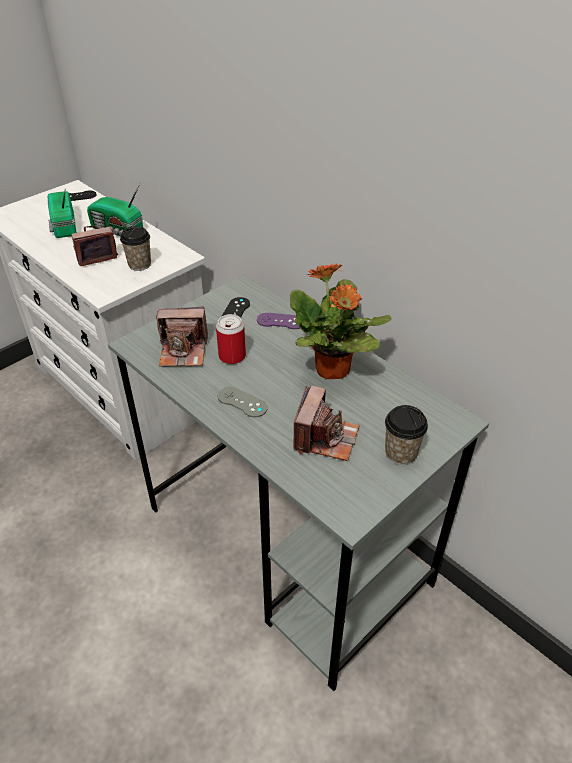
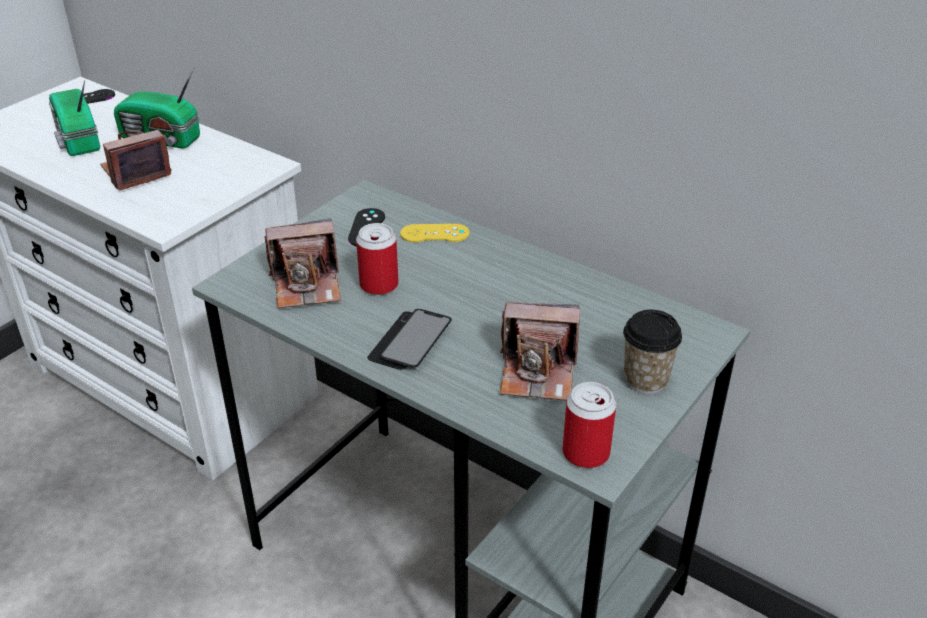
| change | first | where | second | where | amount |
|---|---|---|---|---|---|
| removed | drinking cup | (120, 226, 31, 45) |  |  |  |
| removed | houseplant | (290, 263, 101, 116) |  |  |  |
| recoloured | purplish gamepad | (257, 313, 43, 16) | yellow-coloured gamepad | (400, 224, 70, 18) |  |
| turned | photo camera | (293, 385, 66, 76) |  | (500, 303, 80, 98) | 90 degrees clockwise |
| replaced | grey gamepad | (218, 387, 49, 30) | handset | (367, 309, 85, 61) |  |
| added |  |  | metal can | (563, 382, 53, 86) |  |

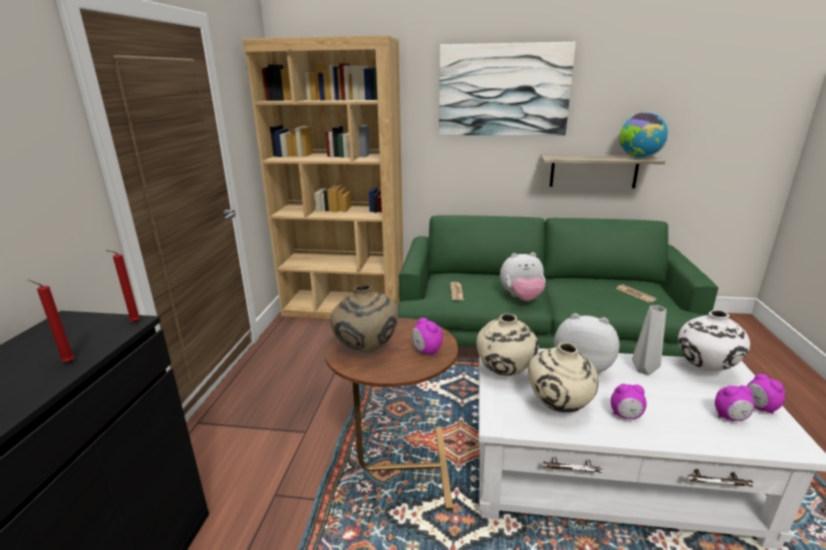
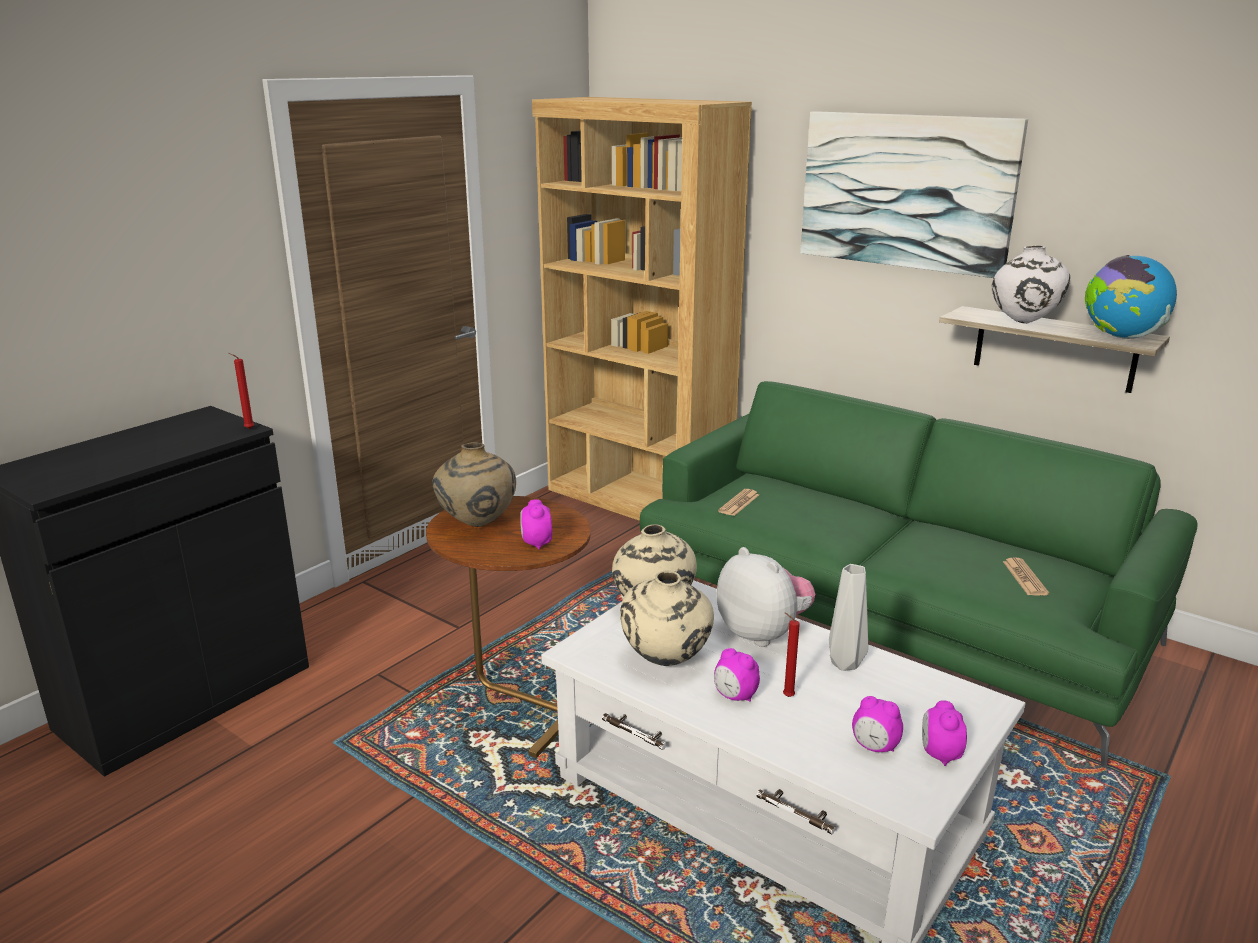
| change | first | where | second | where | amount |
|---|---|---|---|---|---|
| removed | plush toy | (500, 252, 46, 49) |  |  |  |
| moved | reddish candle | (28, 280, 47, 83) |  | (783, 613, 17, 84) |  |
| moved | white-coloured flower vase | (678, 310, 72, 62) |  | (992, 245, 78, 79) |  |

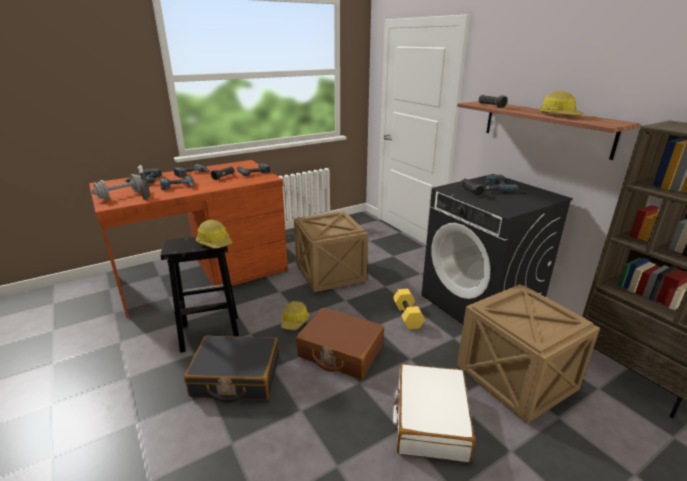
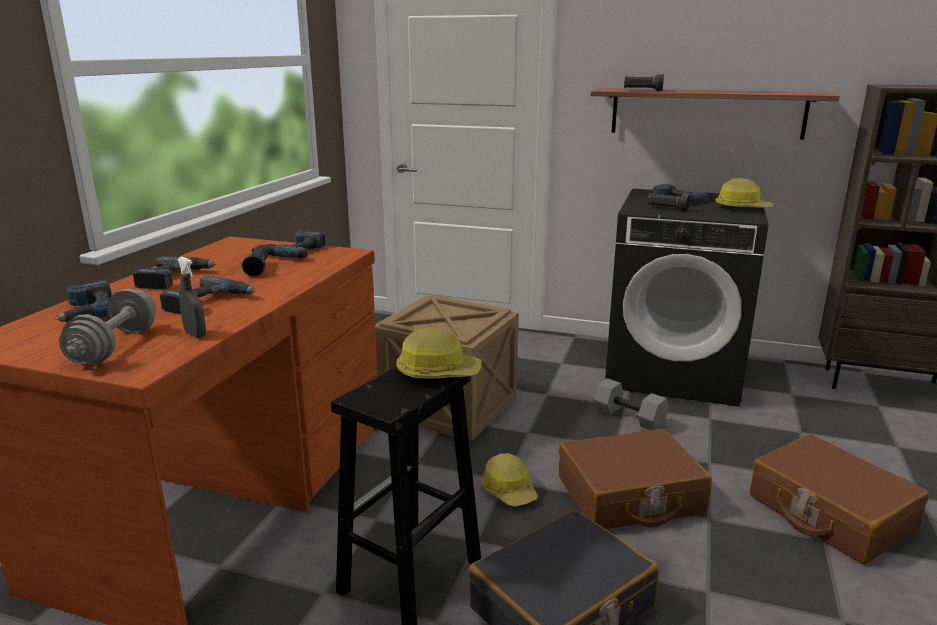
| change | first | where | second | where | amount |
|---|---|---|---|---|---|
| moved | hard hat | (540, 91, 44, 24) |  | (715, 178, 58, 30) |  |
| removed | packing crate | (457, 284, 143, 140) |  |  |  |
| recoloured | yellow-coloured free weight | (393, 289, 32, 41) | grey free weight | (593, 378, 76, 52) |  |
| recoloured | white-coloured piece of luggage | (393, 364, 82, 99) | brown-coloured piece of luggage | (750, 434, 179, 131) |  |

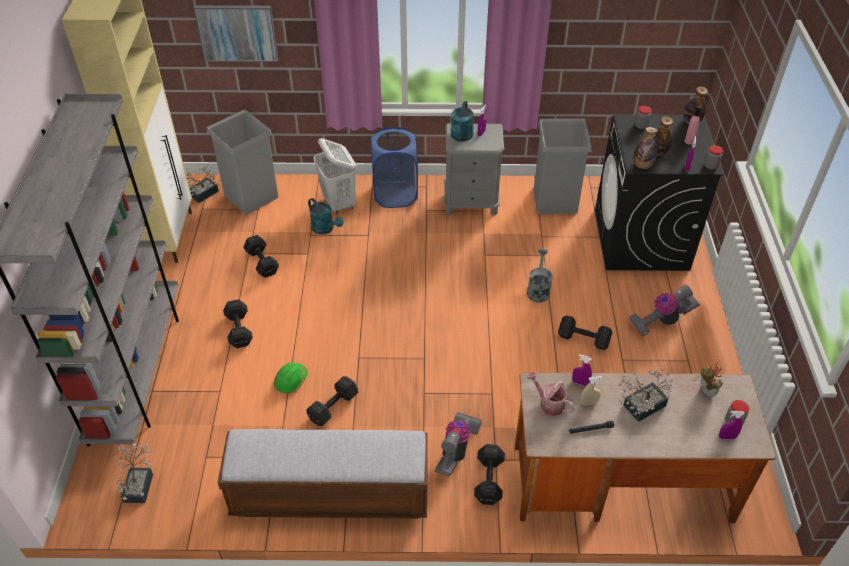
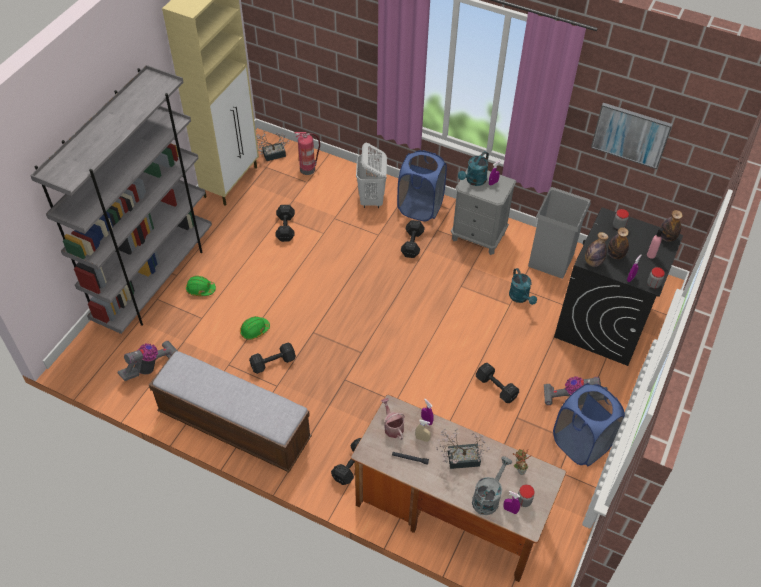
| change | first | where | second | where | amount |
|---|---|---|---|---|---|
| moved | wall art | (194, 5, 84, 57) |  | (591, 103, 82, 66) |  |
| replaced | grey waste bin | (207, 110, 72, 105) | fire-fighting cylinder | (294, 132, 26, 43) |  |
| moved | turquoise-coloured sprinkling can | (308, 198, 36, 36) |  | (509, 268, 28, 37) |  |
| moved | grey sprinkling can | (527, 249, 26, 54) |  | (472, 456, 40, 59) |  |
| moved | black-coloured free weight | (223, 300, 30, 48) |  | (401, 220, 24, 38) |  |
| moved | vacuum | (435, 412, 47, 65) |  | (117, 340, 61, 41) |  |
| removed | houseplant | (114, 443, 39, 60) |  |  |  |
| added |  |  | green hard hat | (186, 276, 30, 20) |  |
| added |  |  | blue-coloured laundry basket | (553, 383, 72, 83) |  |

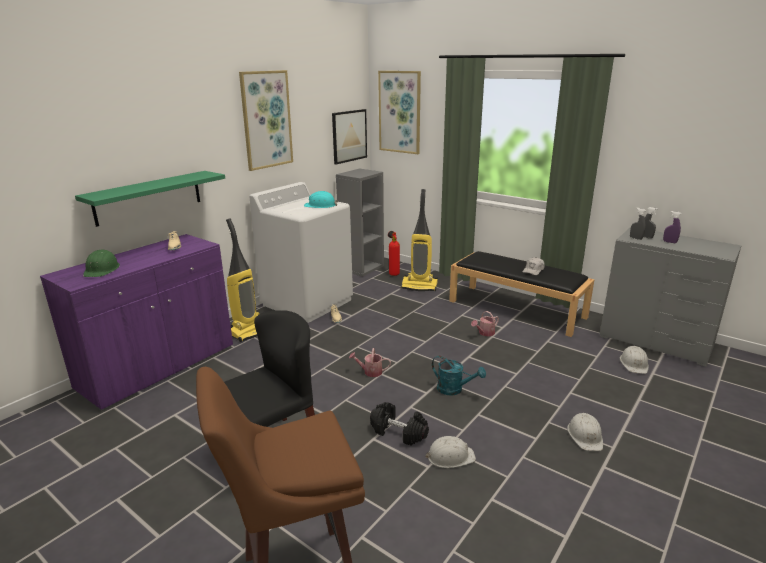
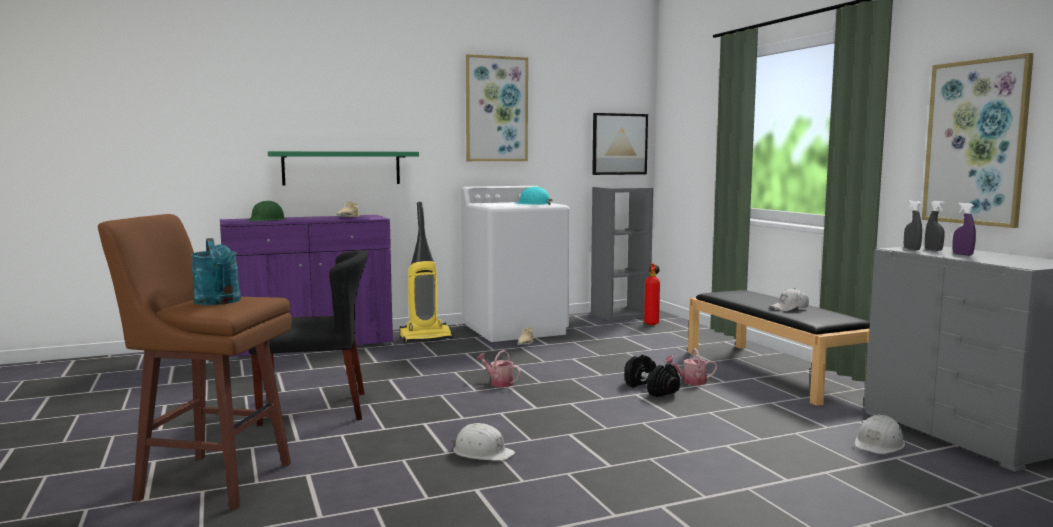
| change | first | where | second | where | amount |
|---|---|---|---|---|---|
| moved | wall art | (378, 71, 43, 83) |  | (922, 53, 112, 175) |  |
| removed | vacuum | (401, 189, 37, 102) |  |  |  |
| moved | turquoise-coloured sprinkling can | (432, 356, 54, 40) |  | (191, 238, 50, 67) |  |
| moved | black-coloured free weight | (370, 402, 59, 44) |  | (624, 355, 56, 42) |  |
| removed | white-coloured hard hat | (567, 413, 36, 38) |  |  |  |

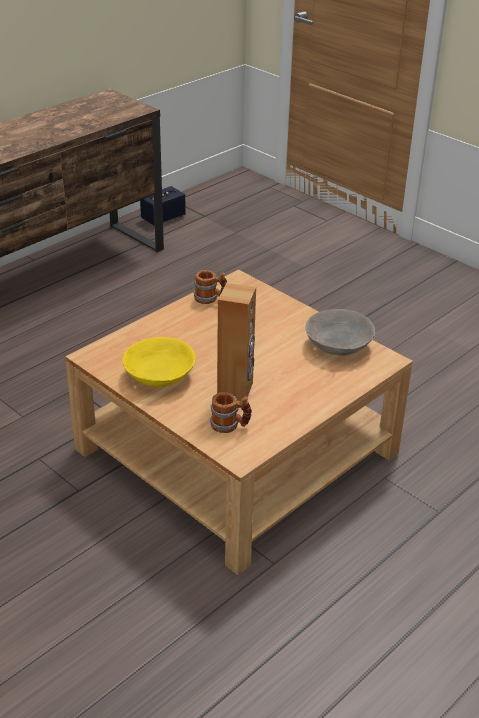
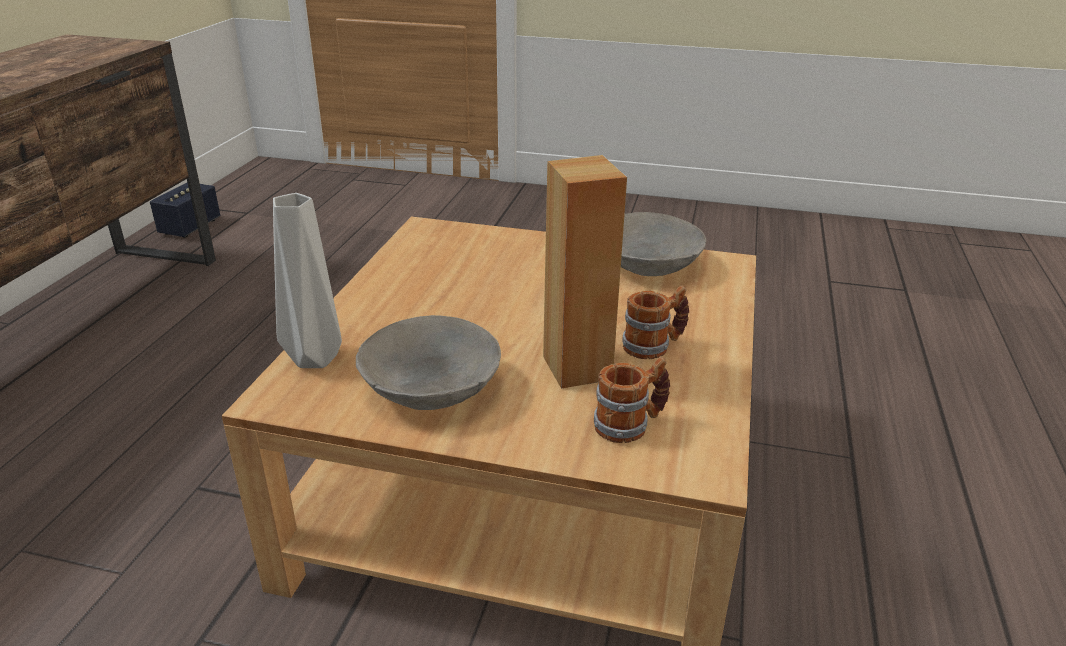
| change | first | where | second | where | amount |
|---|---|---|---|---|---|
| moved | tea mug | (194, 270, 33, 34) |  | (622, 285, 67, 74) |  |
| recoloured | yellow-coloured serving bowl | (122, 337, 74, 50) | grey serving bowl | (356, 315, 145, 95) |  |
| added |  |  | grey flower vase | (273, 193, 69, 175) |  |

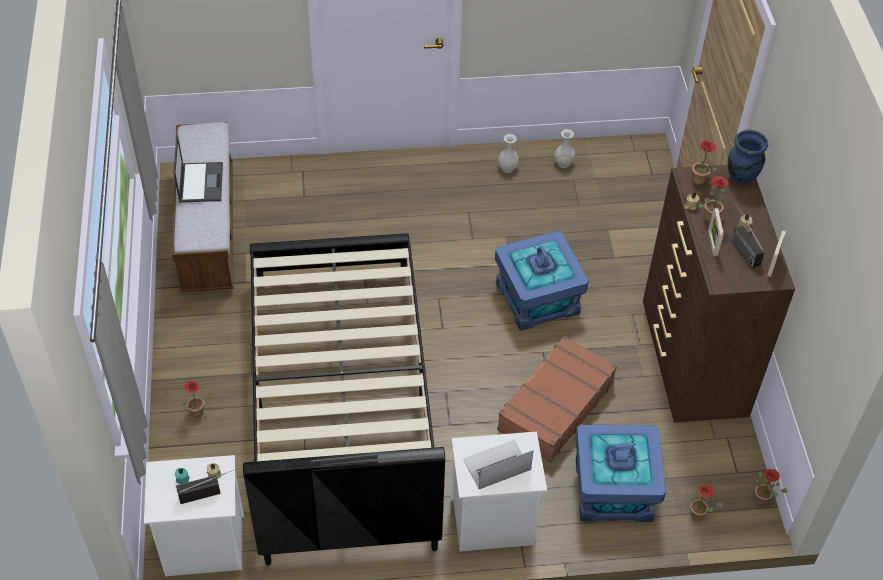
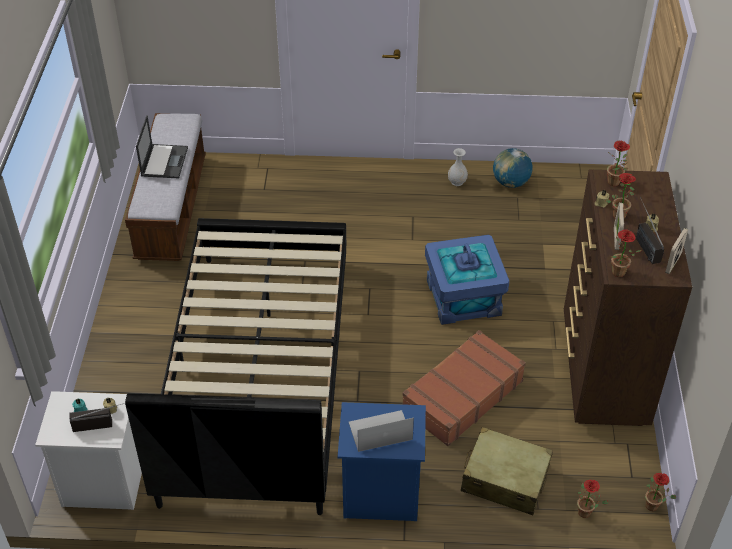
| change | first | where | second | where | amount |
|---|---|---|---|---|---|
| replaced | white-coloured flower vase | (554, 129, 21, 39) | globe | (493, 148, 39, 40) |  |
| removed | blue-coloured flower vase | (728, 130, 40, 55) |  |  |  |
| moved | houseplant | (183, 381, 29, 36) |  | (611, 230, 31, 47) |  |
| replaced | blue-coloured storage bin | (576, 424, 90, 98) | sand-coloured piece of luggage | (461, 427, 92, 88) |  |
| recoloured | white-coloured nightstand | (451, 432, 96, 120) | blue-coloured nightstand | (338, 402, 88, 119) |  |

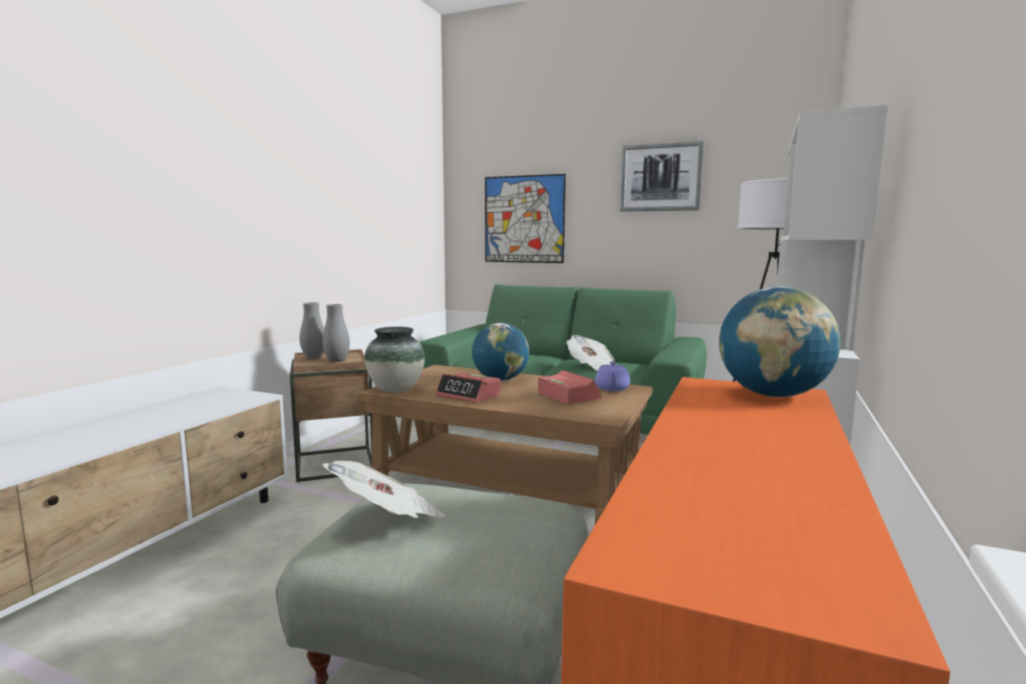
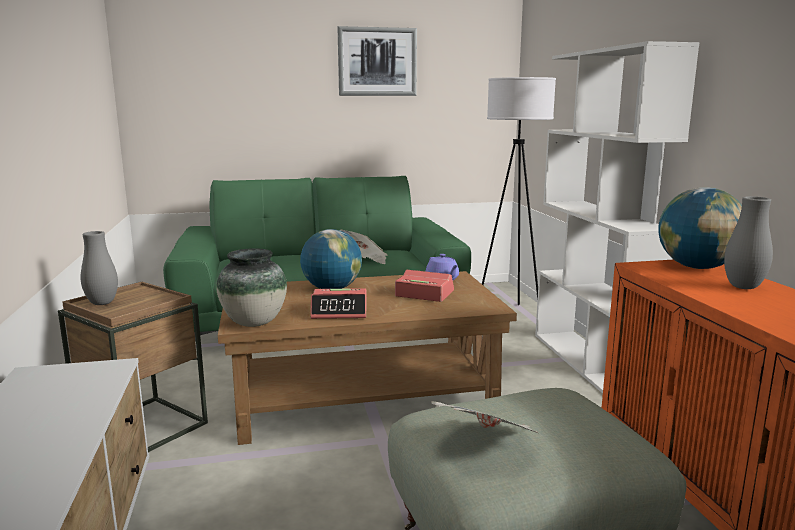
| change | first | where | second | where | amount |
|---|---|---|---|---|---|
| removed | wall art | (485, 174, 81, 89) |  |  |  |
| moved | grey flower vase | (322, 304, 28, 58) |  | (724, 196, 49, 93) |  |

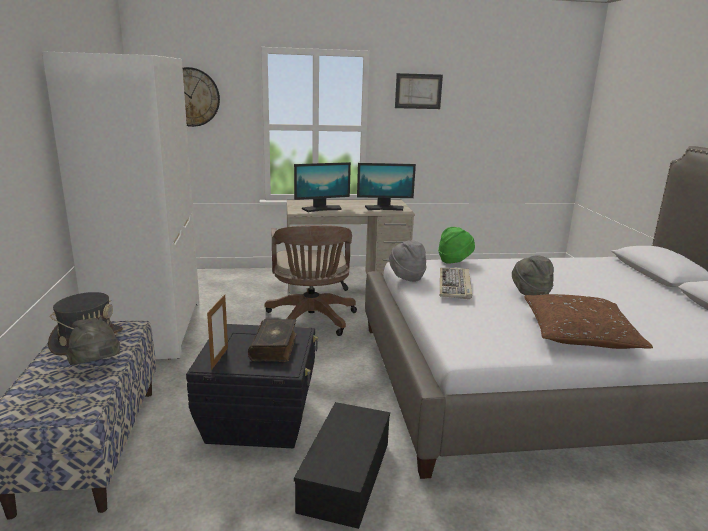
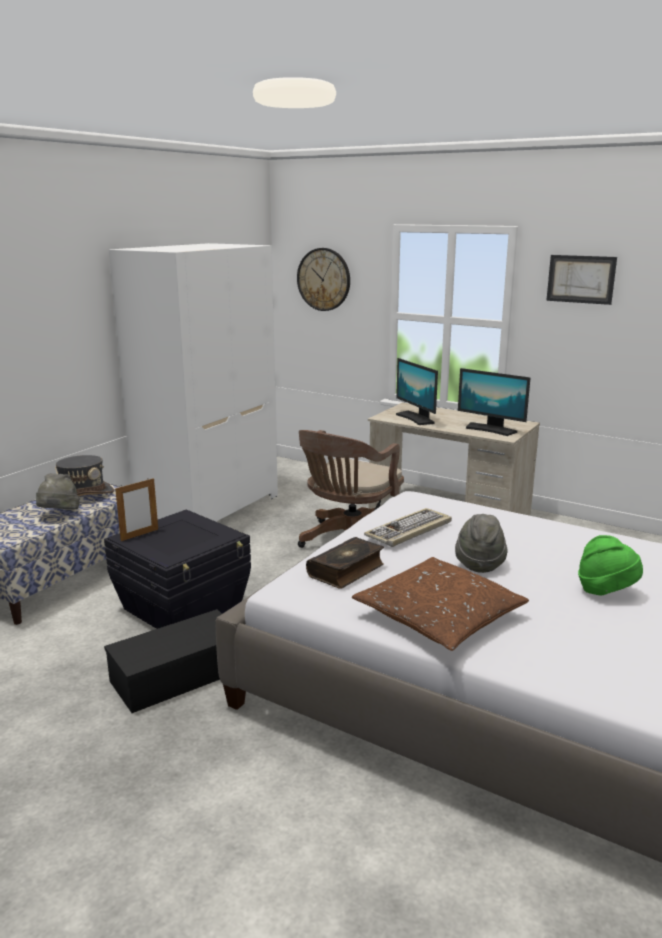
| change | first | where | second | where | amount |
|---|---|---|---|---|---|
| turned | computer screen | (294, 162, 57, 50) |  | (396, 358, 42, 67) | 45 degrees clockwise |
| moved | green wearable hat | (438, 227, 37, 37) |  | (578, 535, 65, 61) |  |
| removed | grey wearable hat | (389, 240, 37, 42) |  |  |  |
| moved | volume | (248, 319, 49, 43) |  | (306, 537, 78, 51) |  |

